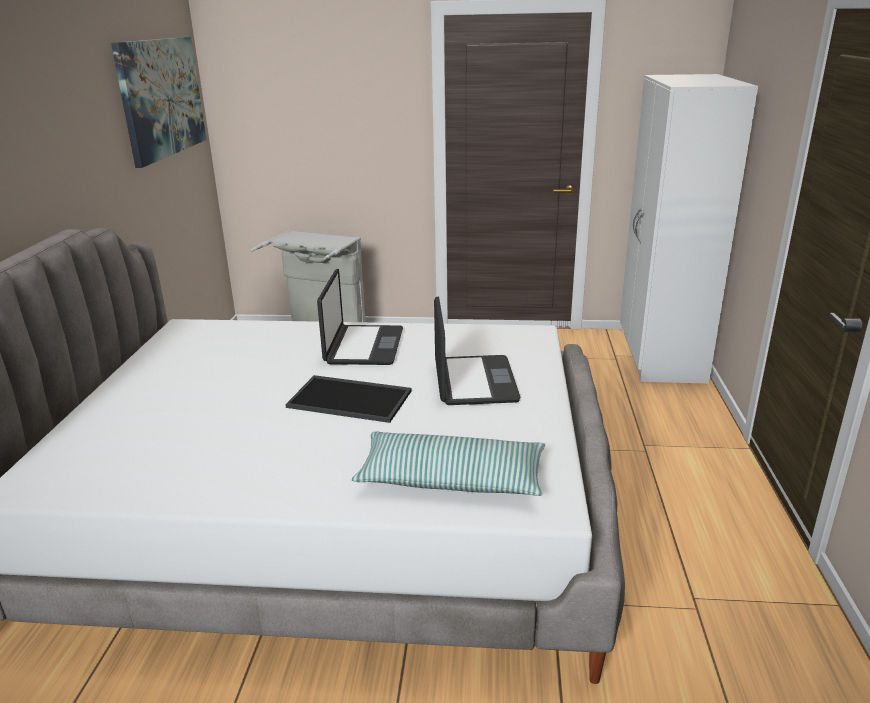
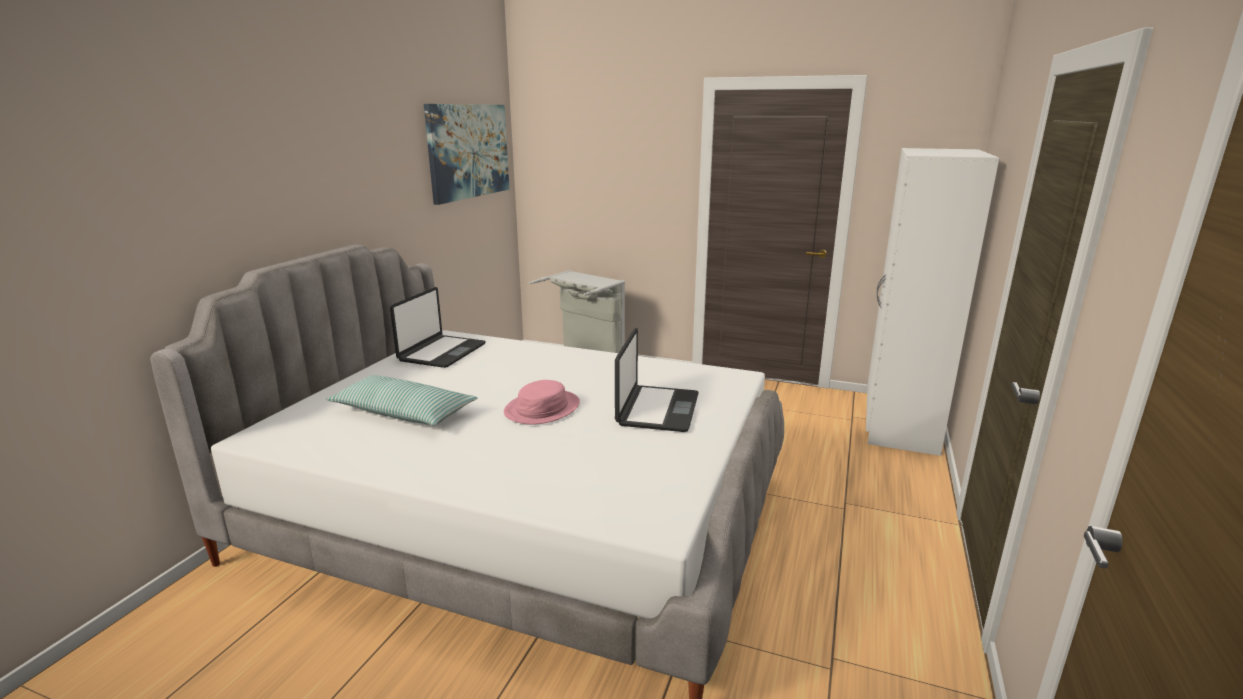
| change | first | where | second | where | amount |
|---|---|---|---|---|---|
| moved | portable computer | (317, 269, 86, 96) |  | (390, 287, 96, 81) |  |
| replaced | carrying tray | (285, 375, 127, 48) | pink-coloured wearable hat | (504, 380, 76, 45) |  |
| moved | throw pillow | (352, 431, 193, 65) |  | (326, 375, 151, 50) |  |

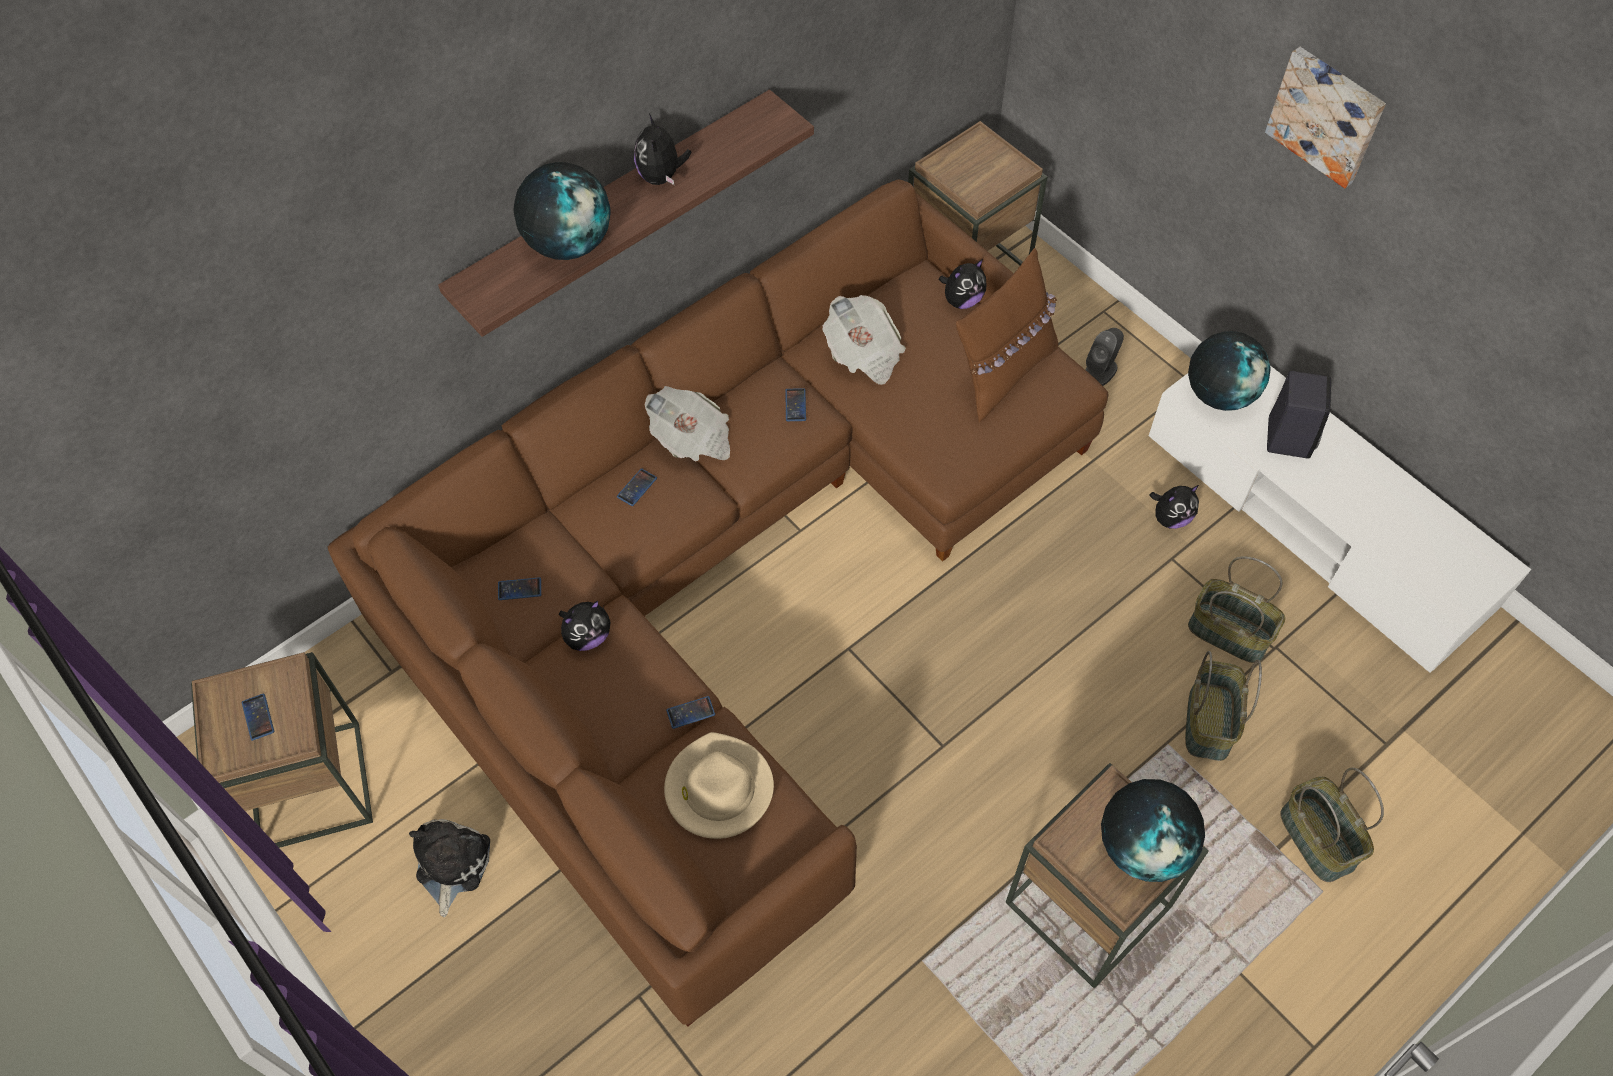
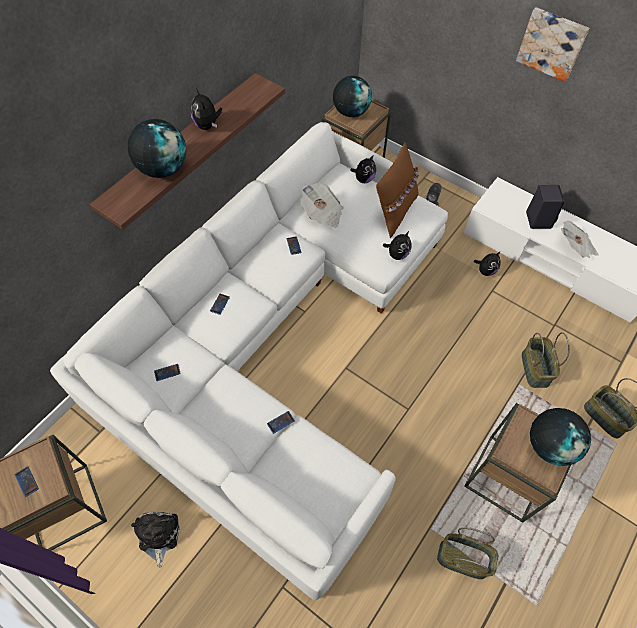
| change | first | where | second | where | amount |
|---|---|---|---|---|---|
| recoloured | brown-coloured settee | (328, 180, 780, 847) | white-coloured settee | (50, 122, 398, 478) |  |
| moved | globe | (1188, 331, 82, 80) |  | (333, 76, 39, 41) |  |
| moved | printed paper | (645, 386, 85, 75) |  | (561, 221, 37, 37) |  |
| moved | basket | (1188, 556, 97, 107) |  | (437, 527, 61, 52) |  |
| moved | plush toy | (559, 601, 52, 50) |  | (383, 231, 29, 29) |  |
| removed | sand-coloured wearable hat | (664, 732, 110, 107) |  |  |  |

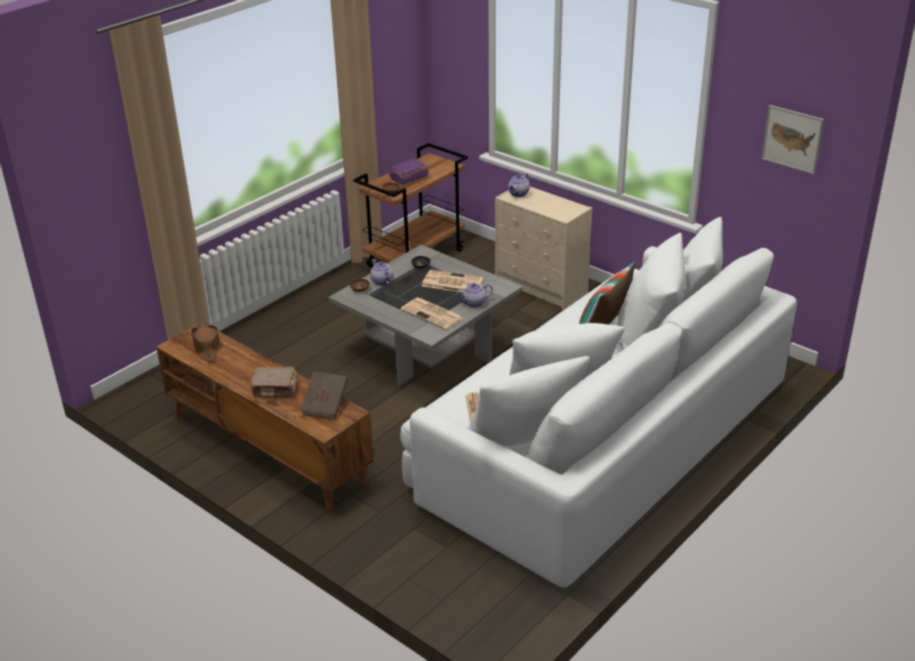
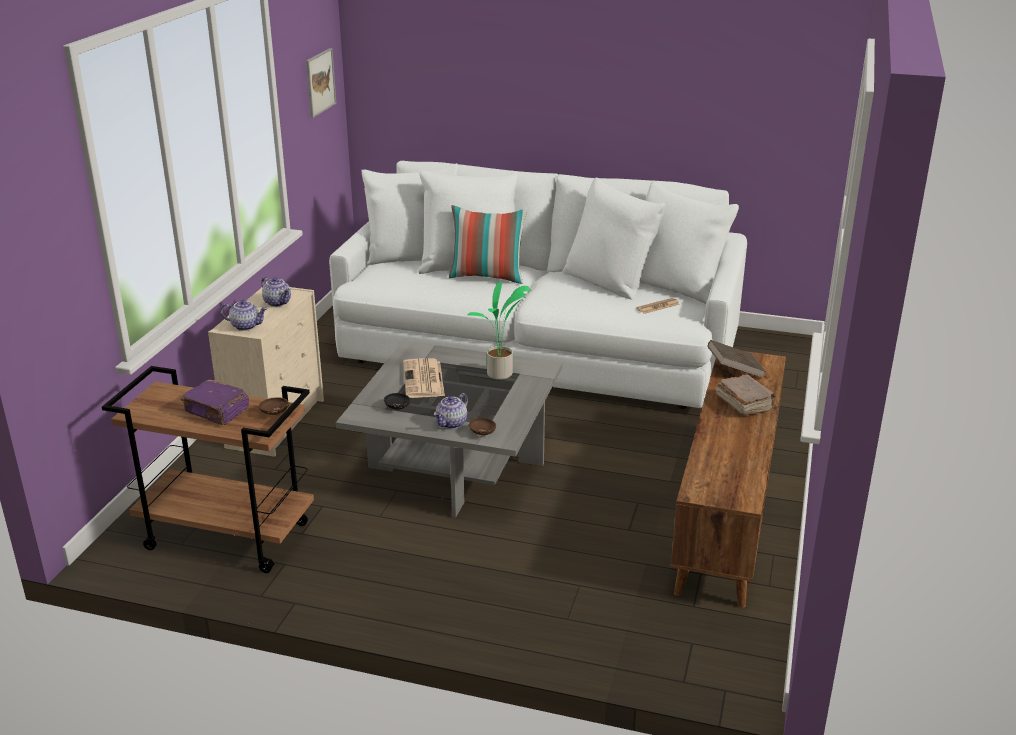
| change | first | where | second | where | amount |
|---|---|---|---|---|---|
| moved | pot for tea | (456, 283, 37, 25) |  | (262, 277, 29, 30) |  |
| replaced | printed paper | (400, 298, 64, 32) | houseplant | (467, 281, 63, 99) |  |
| removed | brown-coloured wearable hat | (191, 323, 29, 39) |  |  |  |

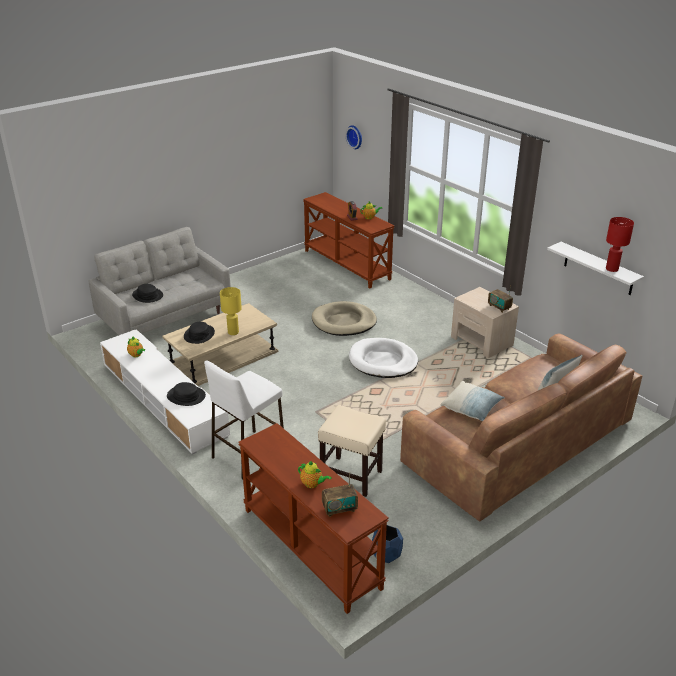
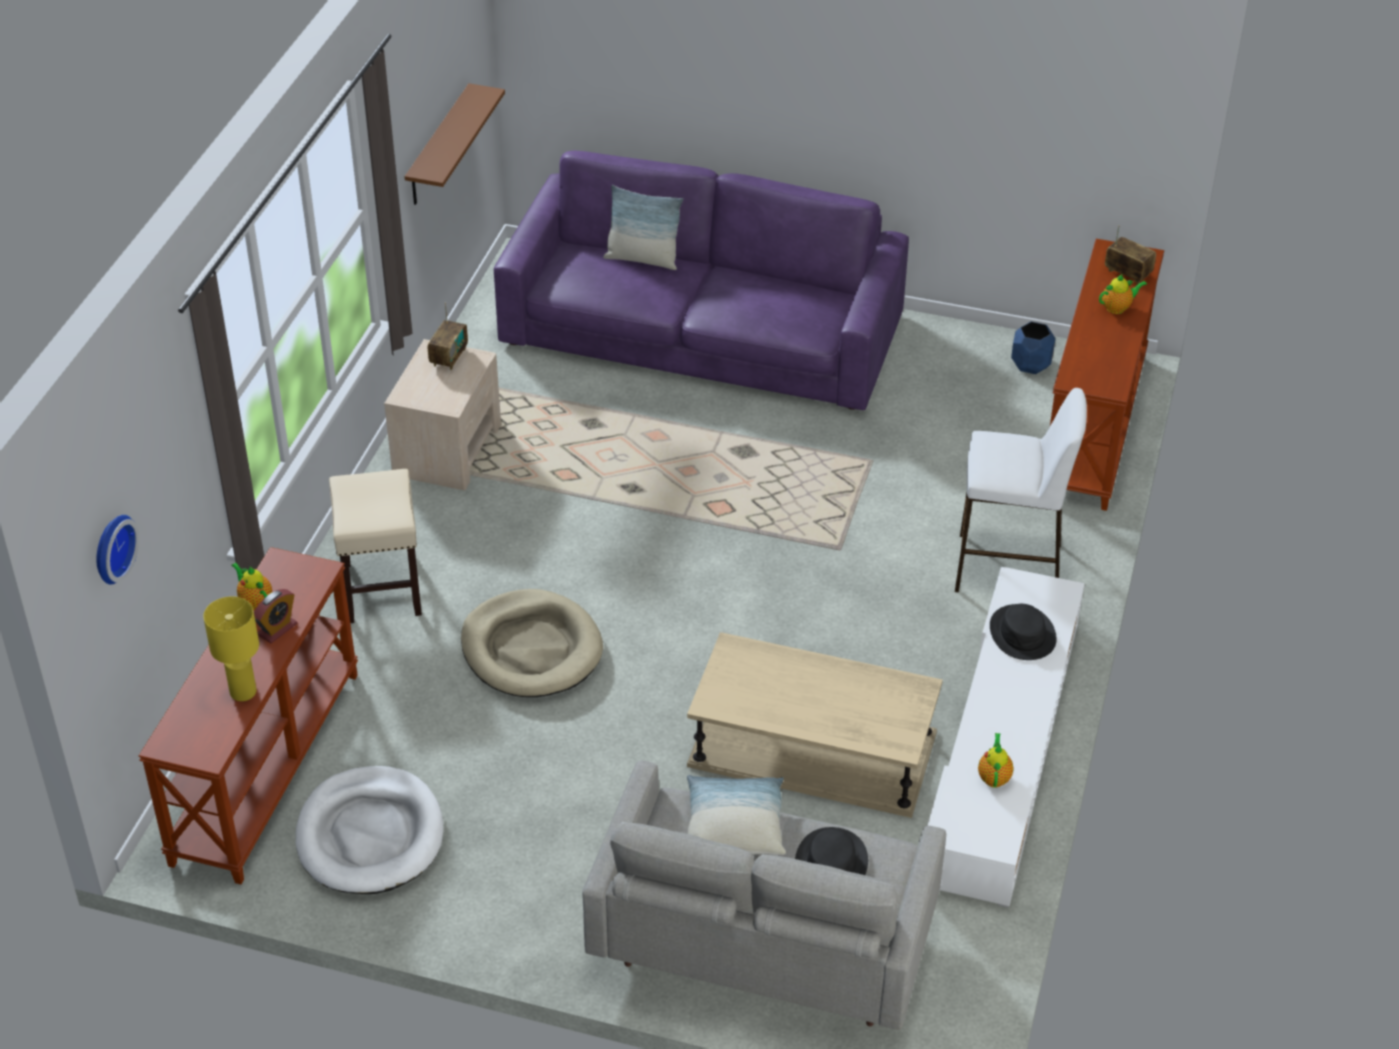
| change | first | where | second | where | amount |
|---|---|---|---|---|---|
| removed | reddish tabletop lamp | (606, 217, 28, 55) |  |  |  |
| recoloured | white-coloured bracket shelf | (547, 242, 97, 53) | brown-coloured bracket shelf | (405, 83, 100, 122) |  |
| moved | yellow-coloured tabletop lamp | (220, 287, 22, 48) |  | (203, 596, 56, 105) |  |
| removed | black-coloured wearable hat | (184, 322, 31, 22) |  |  |  |
| recoloured | brown-coloured settee | (400, 333, 242, 188) | purplish settee | (494, 151, 415, 259) |  |
| moved | white-coloured pet bed | (349, 338, 69, 40) |  | (296, 766, 147, 128) |  |
| moved | throw pillow | (440, 381, 65, 40) |  | (687, 775, 99, 80) |  |
| moved | sand-coloured sitting stool | (318, 405, 68, 92) |  | (329, 469, 93, 154) |  |
| turned | pot for tea | (298, 461, 33, 27) |  | (1099, 274, 48, 40) | 75 degrees clockwise |

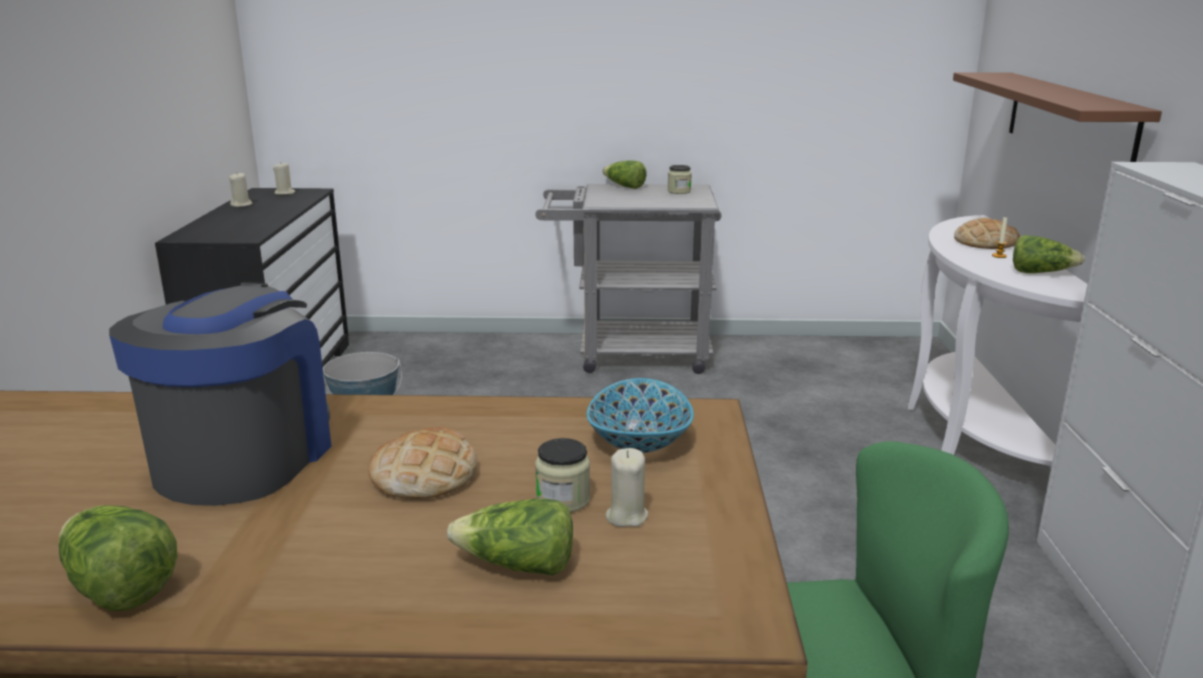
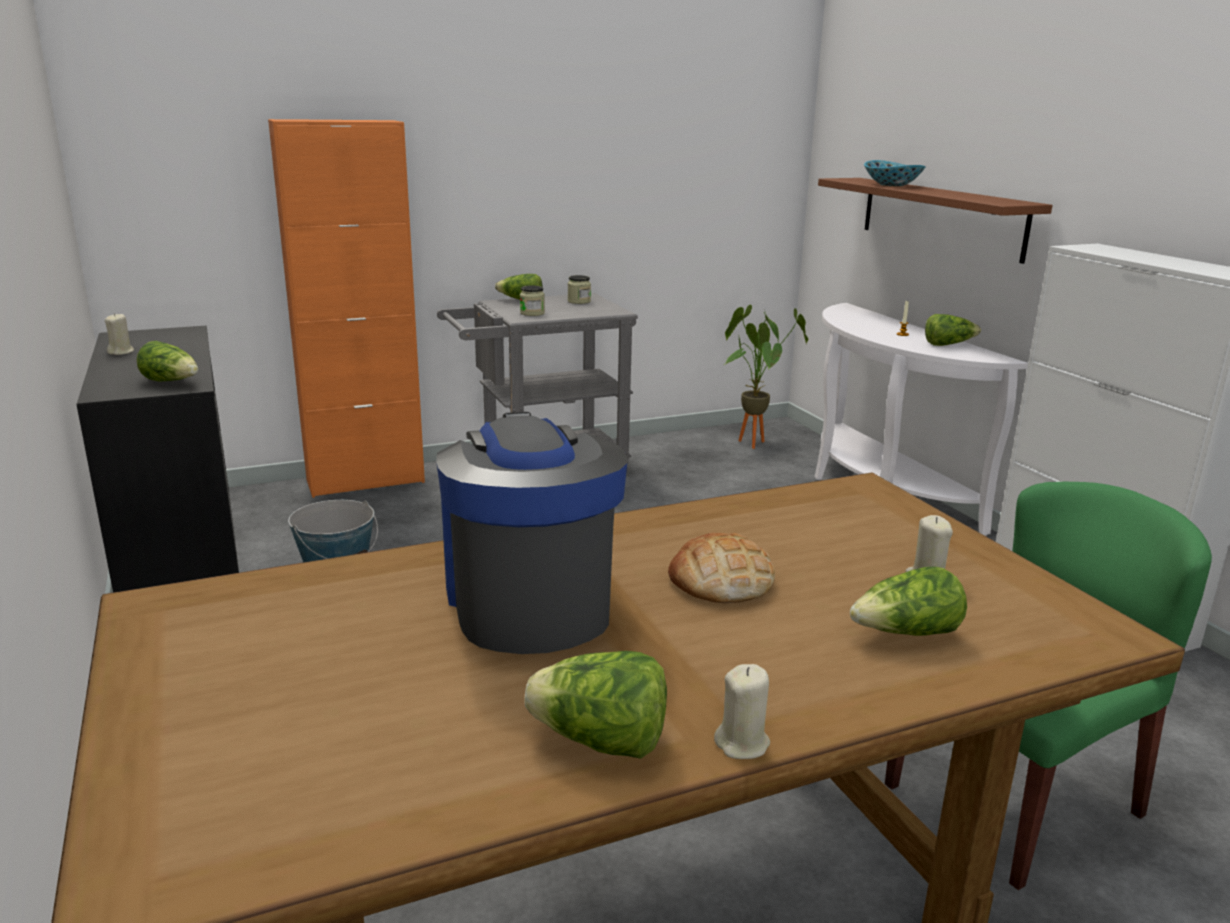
| change | first | where | second | where | amount |
|---|---|---|---|---|---|
| moved | sand-coloured candle | (273, 163, 22, 32) |  | (714, 664, 56, 95) |  |
| removed | bakery bread | (954, 218, 66, 31) |  |  |  |
| moved | serving bowl | (587, 378, 107, 75) |  | (864, 160, 62, 26) |  |
| moved | storage jar | (535, 438, 55, 75) |  | (520, 285, 25, 31) |  |
| added |  |  | orange cupboard | (268, 119, 157, 379) |  |
| added |  |  | houseplant | (724, 305, 85, 144) |  |
| added |  |  | lettuce head | (136, 341, 62, 41) |  |

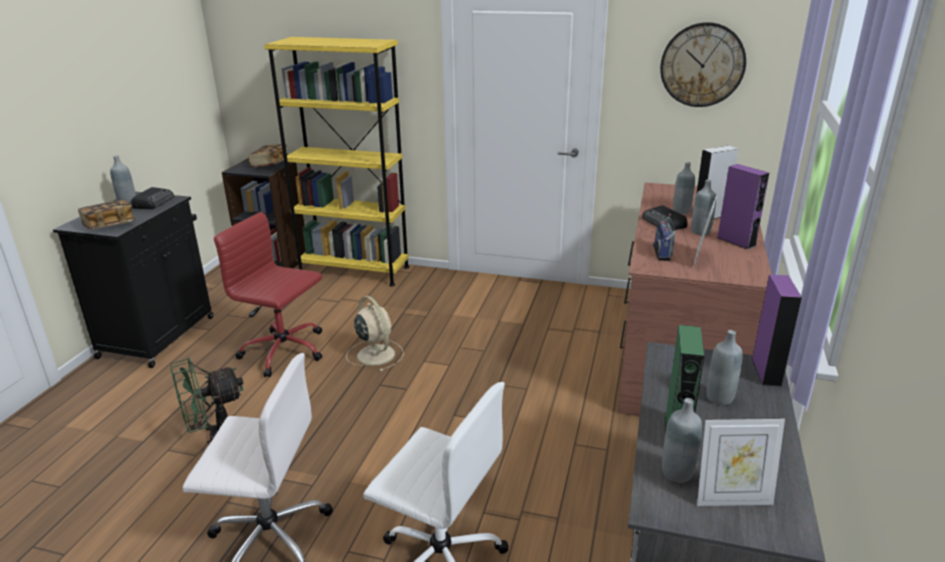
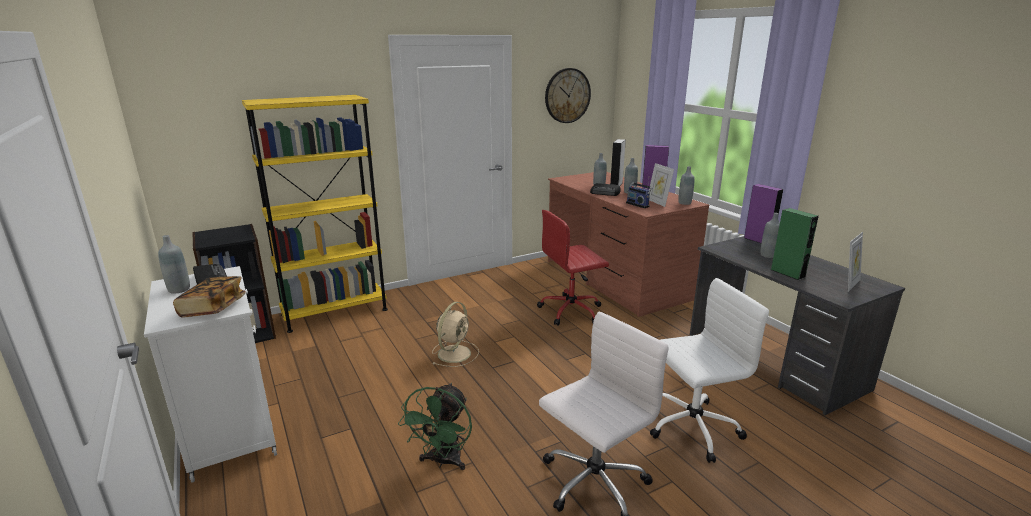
| change | first | where | second | where | amount |
|---|---|---|---|---|---|
| removed | volume | (248, 144, 40, 24) |  |  |  |
| recoloured | black-coloured cupboard | (53, 192, 160, 176) | white-coloured cupboard | (144, 266, 133, 217) |  |
| moved | reddish desk chair | (214, 212, 108, 165) |  | (537, 210, 72, 116) |  |
| turned | sand-coloured electric fan | (346, 296, 58, 76) |  | (432, 302, 47, 65) | 105 degrees clockwise |
| moved | grey bottle | (662, 398, 40, 85) |  | (678, 166, 17, 39) |  |

